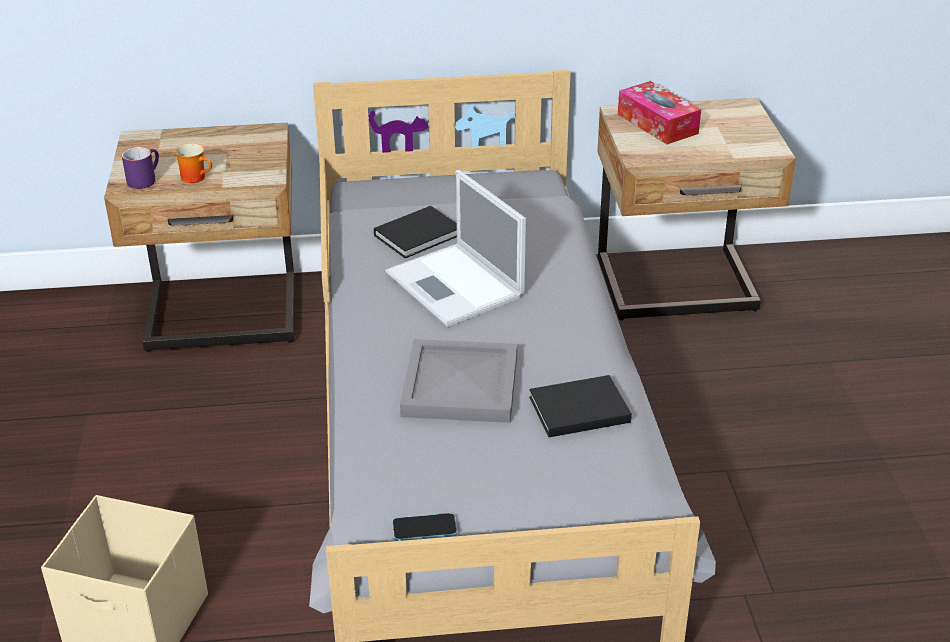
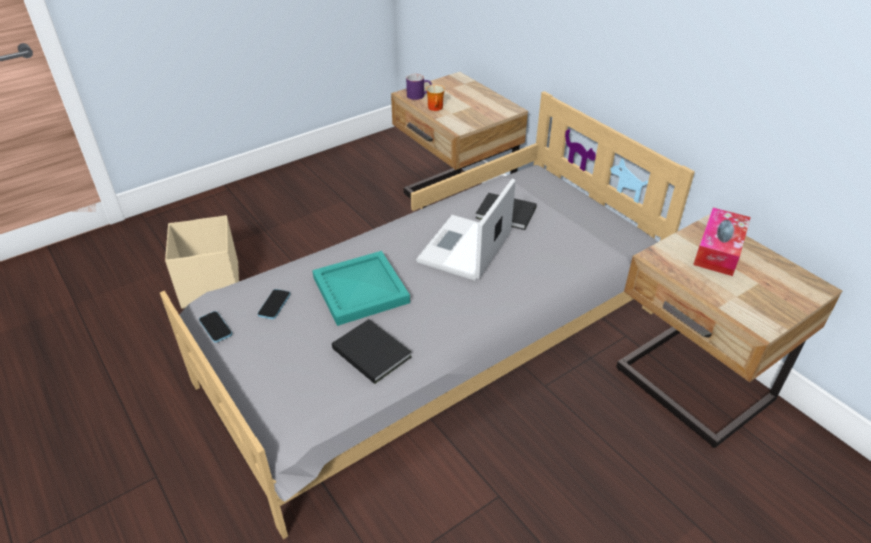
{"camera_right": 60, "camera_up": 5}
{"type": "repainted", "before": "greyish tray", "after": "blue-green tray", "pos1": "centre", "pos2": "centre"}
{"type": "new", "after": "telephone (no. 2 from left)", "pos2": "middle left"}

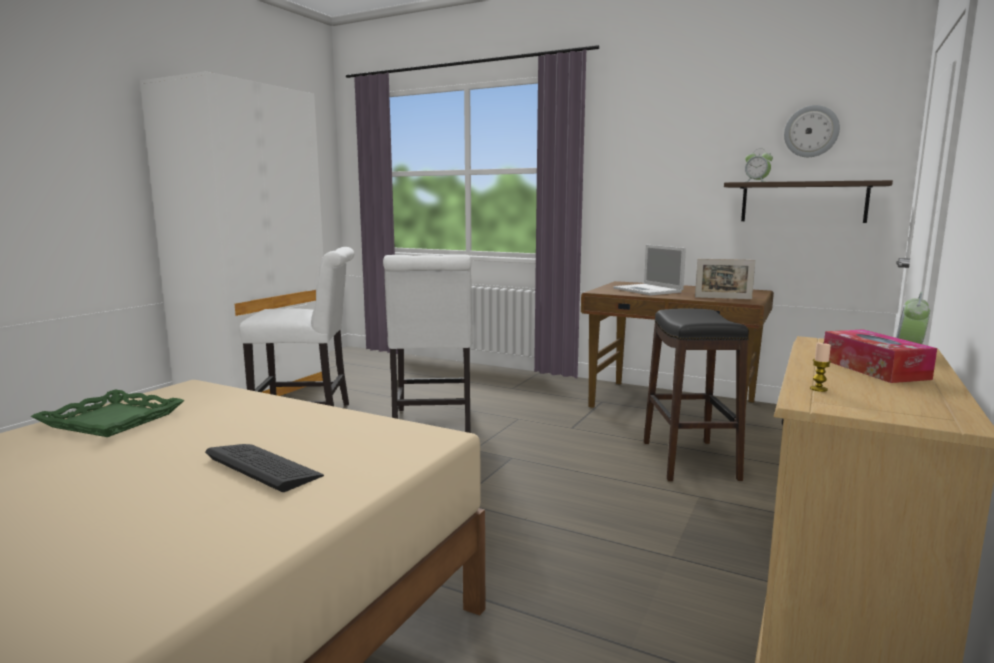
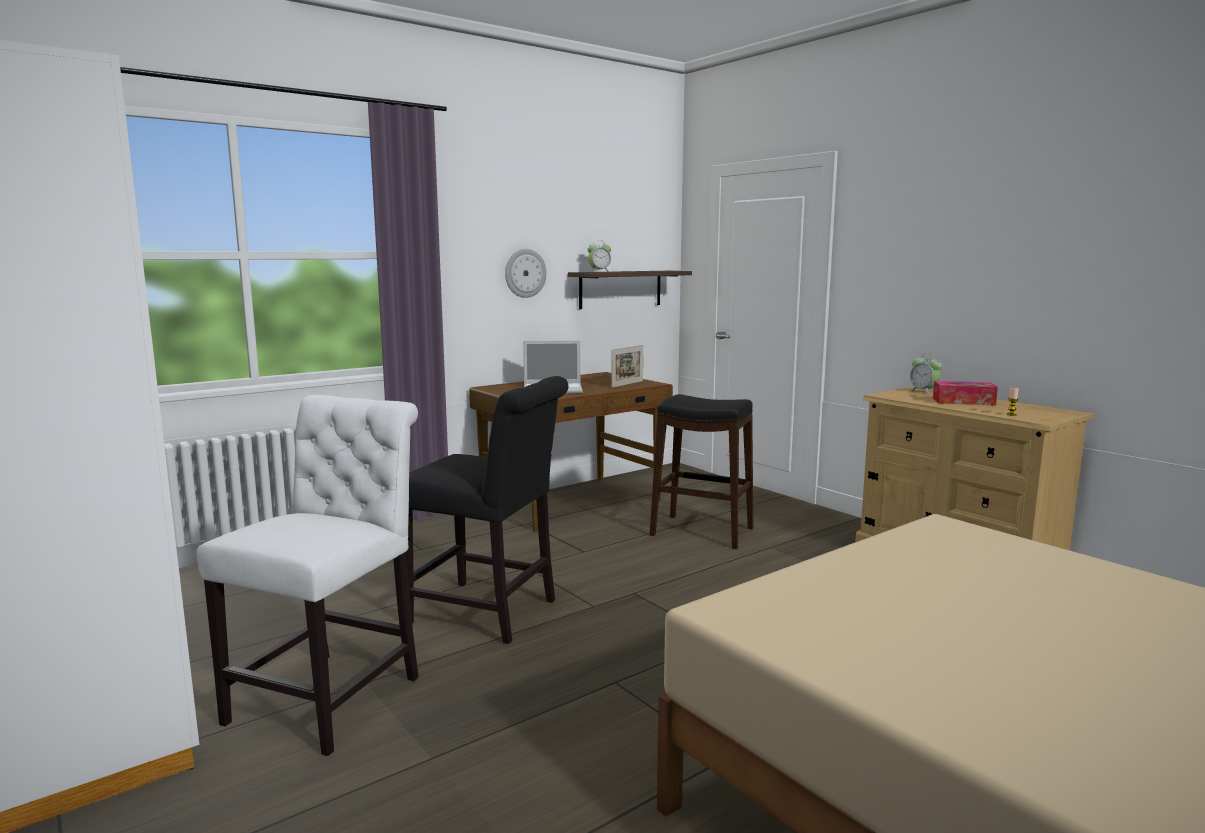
{"camera_right": -65, "camera_up": 0}
{"type": "shifted", "before": "hanging clock", "pos1": "top right", "pos2": "top centre"}
{"type": "repainted", "before": "white-coloured upright chair (no. 2 from left)", "after": "black upright chair", "pos1": "centre", "pos2": "centre"}
{"type": "gone", "before": "greenish tray", "pos1": "middle left"}
{"type": "gone", "before": "PC keyboard", "pos1": "bottom left"}

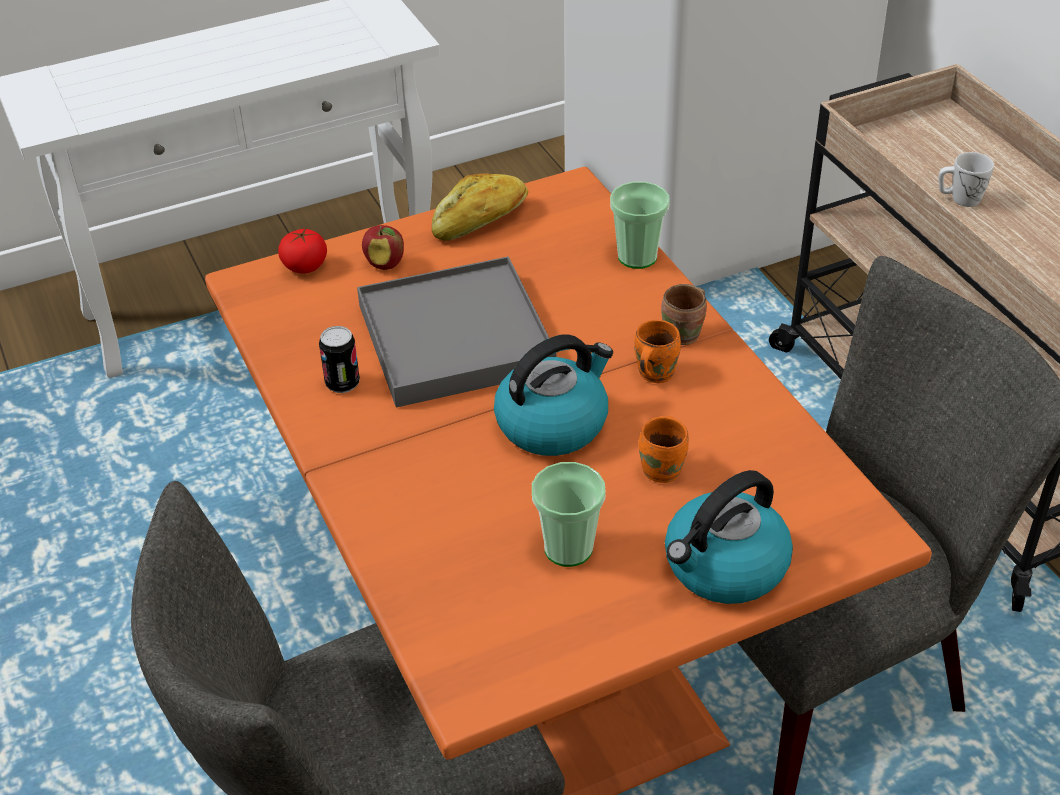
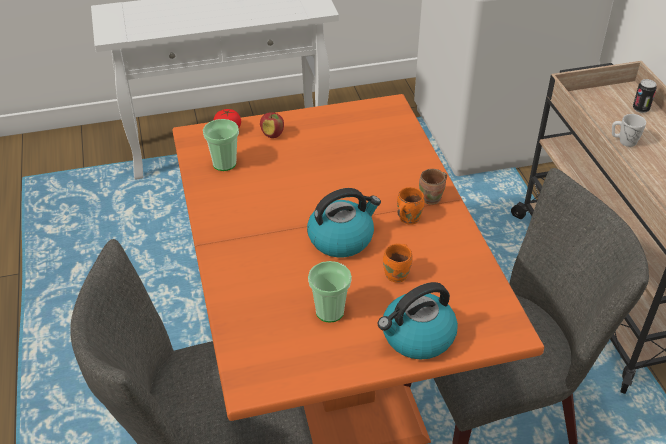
{"camera_right": 10, "camera_up": 0}
{"type": "gone", "before": "baked bread", "pos1": "top centre"}
{"type": "shifted", "before": "small cup (no. 2 from left in the first image)", "after": "small cup (no. 1 from left)", "pos1": "top centre", "pos2": "top left"}
{"type": "gone", "before": "greyish tray", "pos1": "centre"}
{"type": "shifted", "before": "can", "pos1": "middle left", "pos2": "top right"}

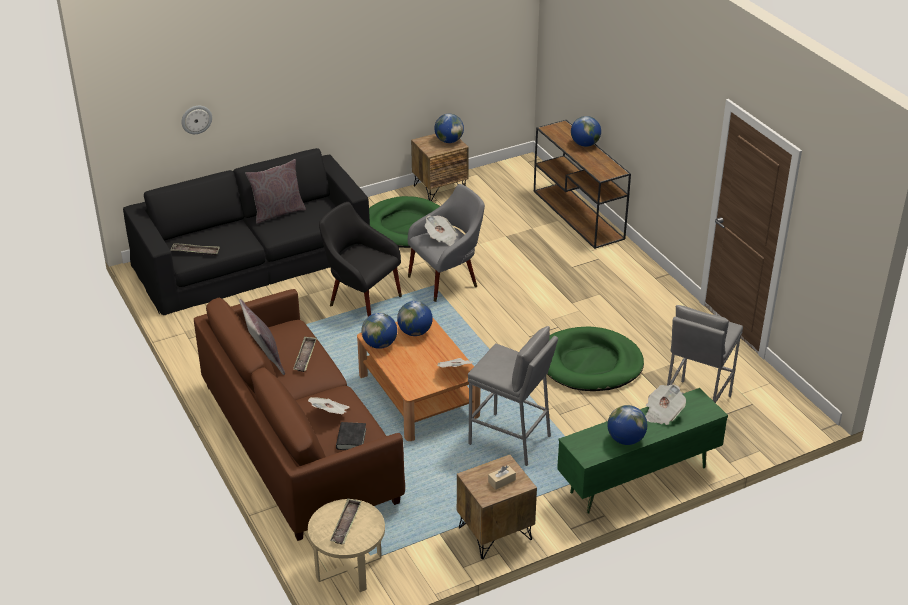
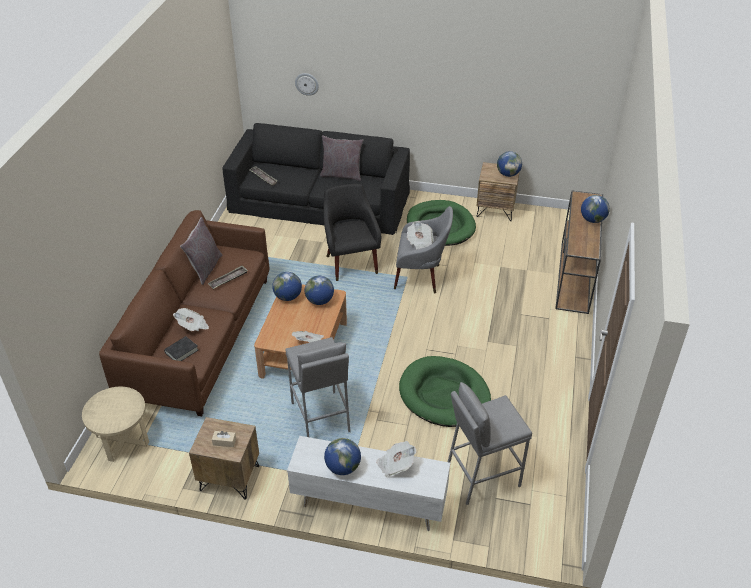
{"camera_right": 40, "camera_up": 5}
{"type": "repainted", "before": "greenish tv stand", "after": "white-coloured tv stand", "pos1": "bottom right", "pos2": "bottom centre"}
{"type": "gone", "before": "tray (no. 3 from left)", "pos1": "bottom centre"}

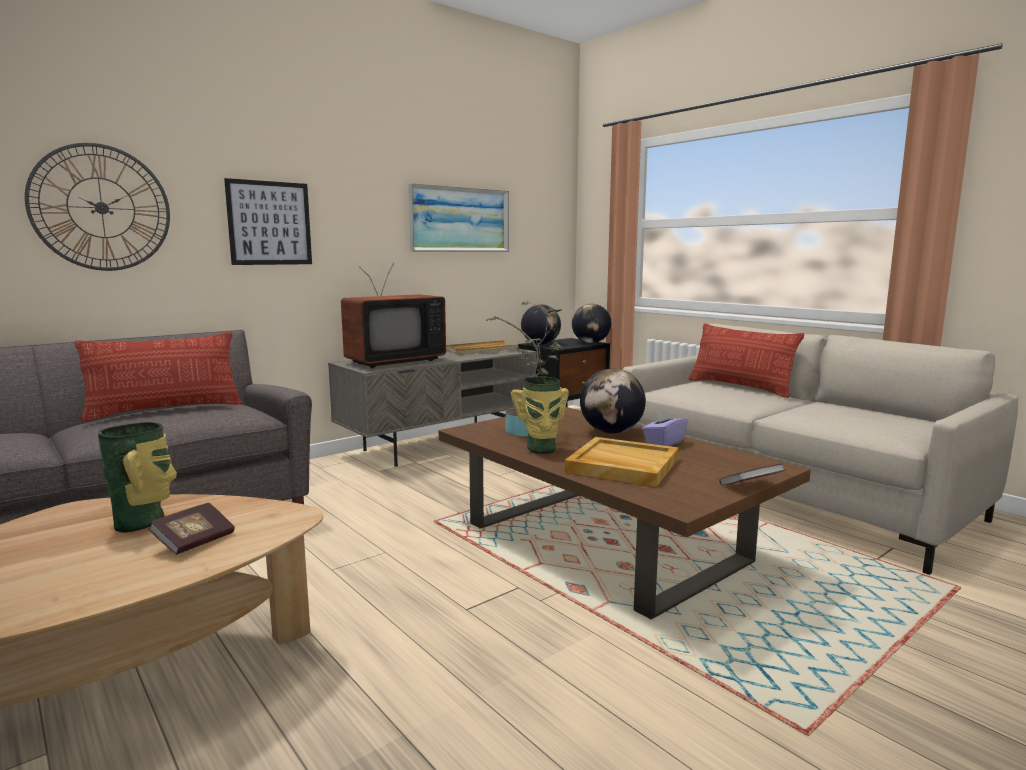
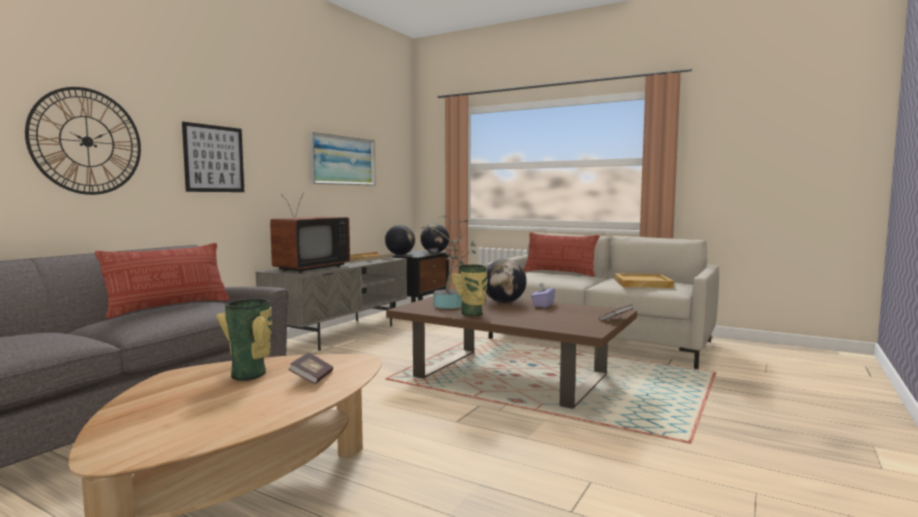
{"camera_right": -20, "camera_up": -5}
{"type": "shifted", "before": "beige-coloured tray (no. 2 from left)", "pos1": "centre", "pos2": "middle right"}

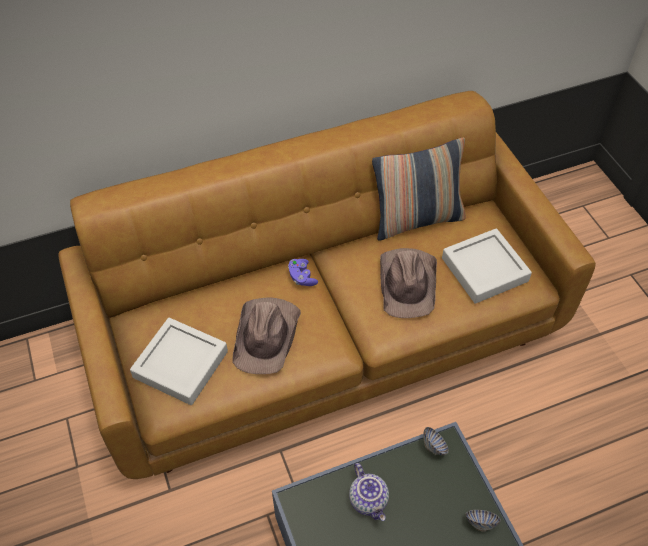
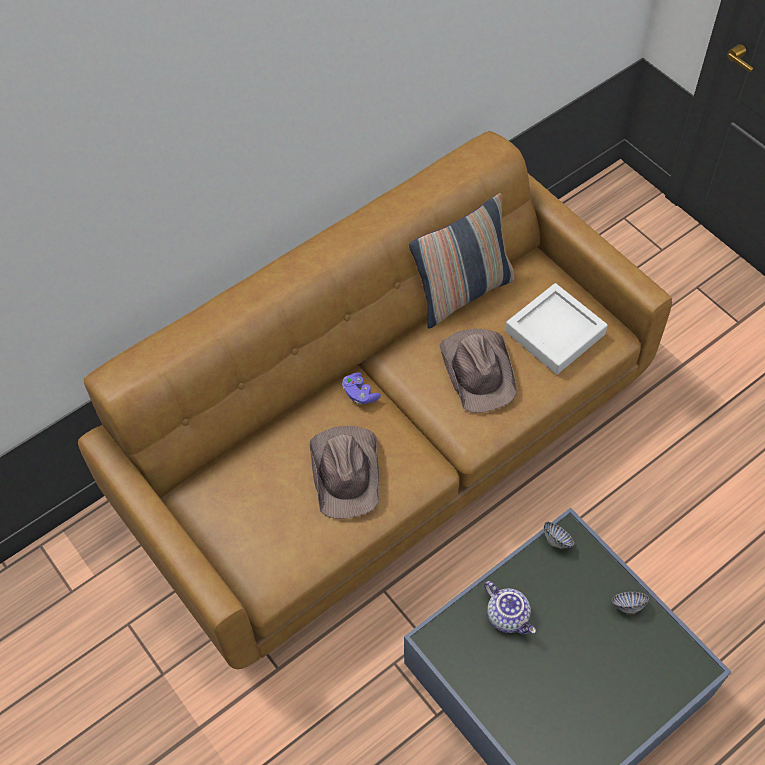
{"camera_right": -15, "camera_up": 5}
{"type": "gone", "before": "greyish tray (no. 1 from left)", "pos1": "middle left"}

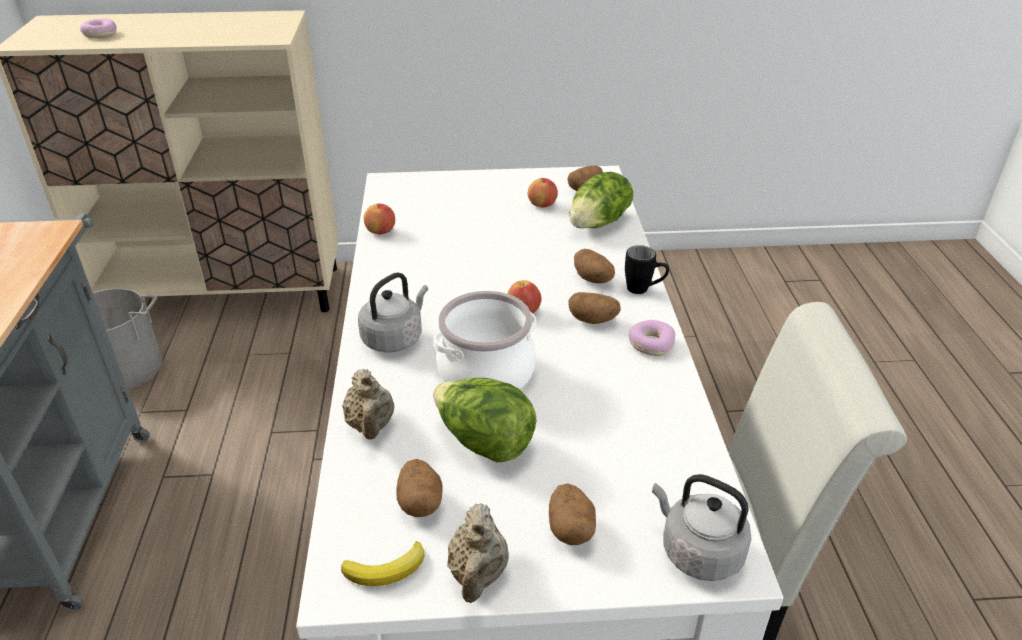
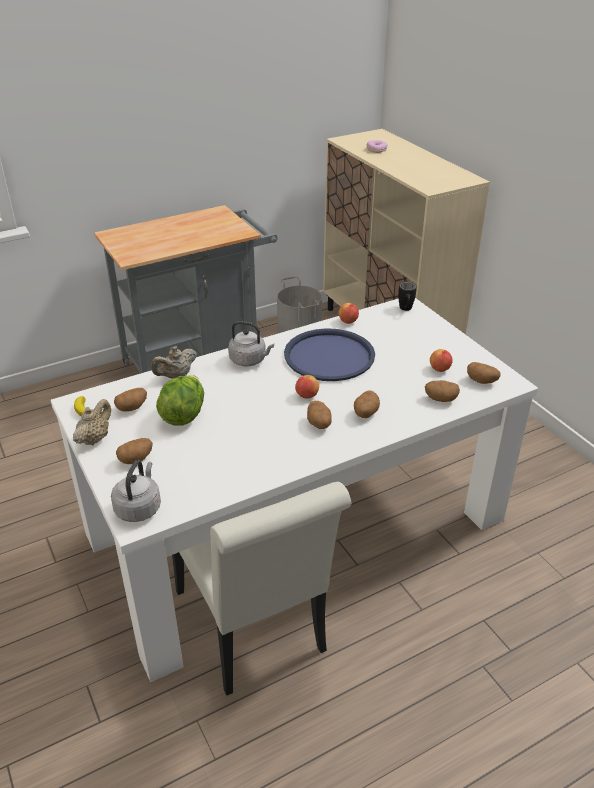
{"camera_right": 65, "camera_up": 0}
{"type": "swapped", "before": "lettuce head (no. 2 from left)", "after": "whole potato (no. 5 from left)", "pos1": "top centre", "pos2": "middle right"}
{"type": "shifted", "before": "black mug", "pos1": "centre", "pos2": "middle right"}
{"type": "gone", "before": "saucepot", "pos1": "centre"}
{"type": "gone", "before": "doughnut (no. 2 from left)", "pos1": "centre"}
{"type": "rotated", "before": "beige-coloured pot for tea (no. 2 from left in the first image)", "pos1": "bottom centre", "pos2": "middle left", "turn": 135}
{"type": "new", "after": "blue tray", "pos2": "centre"}

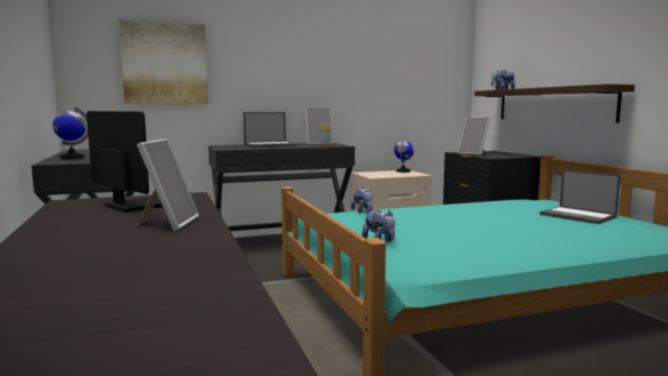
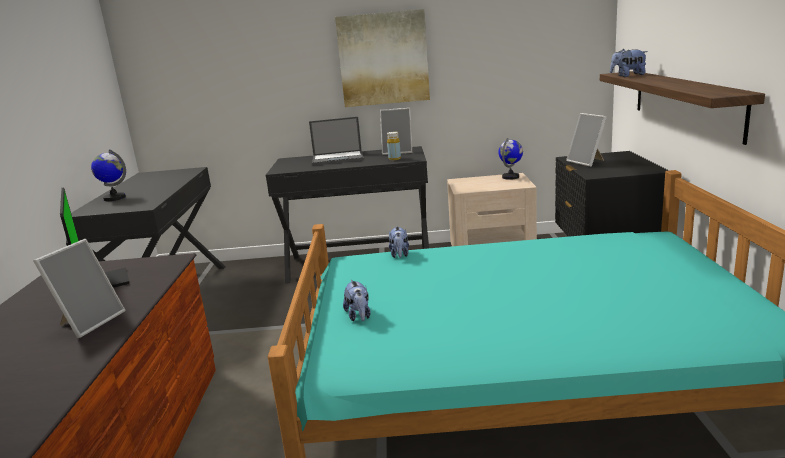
{"camera_right": 20, "camera_up": 10}
{"type": "shifted", "before": "picture", "pos1": "top left", "pos2": "top centre"}
{"type": "gone", "before": "portable computer (no. 2 from left)", "pos1": "middle right"}

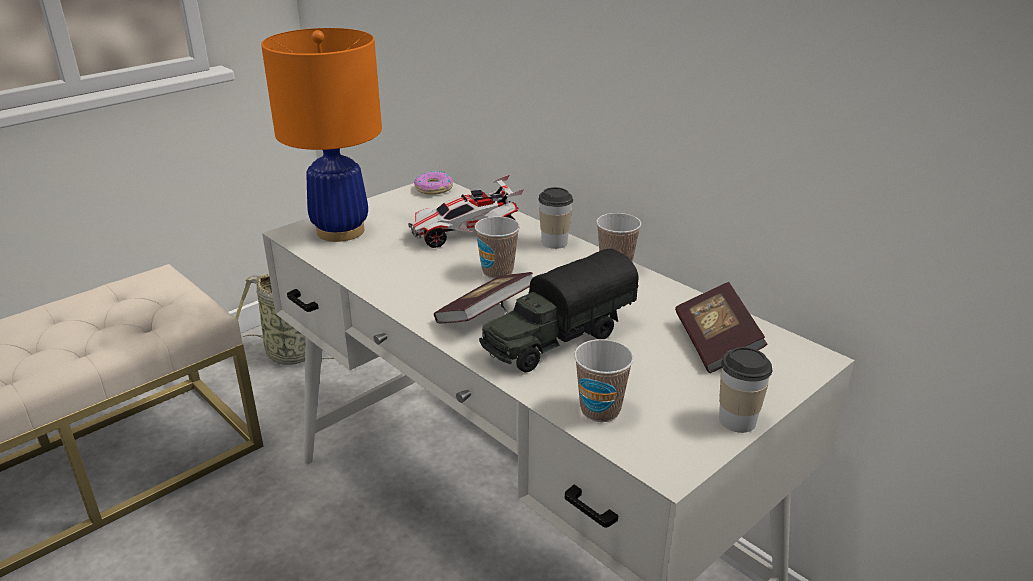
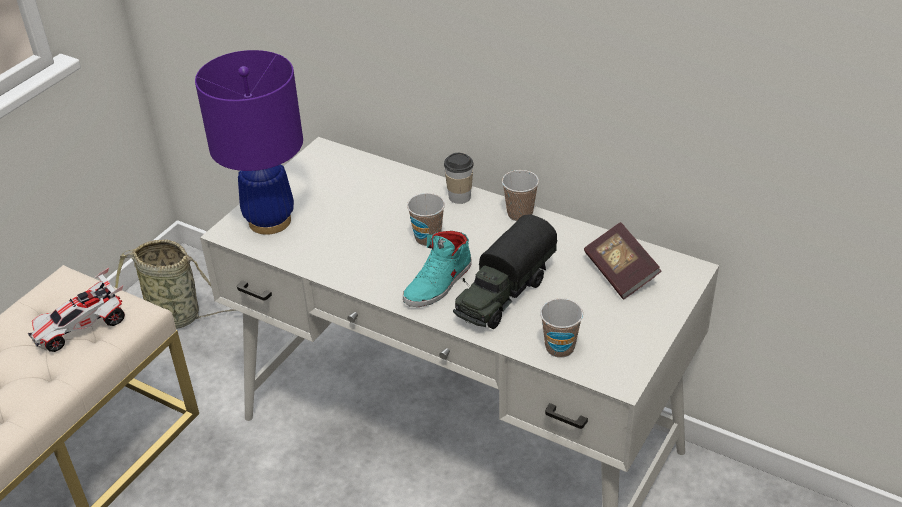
{"camera_right": -15, "camera_up": 10}
{"type": "repainted", "before": "orangey lamp for a table", "after": "purple lamp for a table", "pos1": "top left", "pos2": "top left"}
{"type": "gone", "before": "doughnut", "pos1": "top centre"}
{"type": "shifted", "before": "toy car", "pos1": "centre", "pos2": "middle left"}
{"type": "swapped", "before": "bound book (no. 1 from left)", "after": "blue-green shoe", "pos1": "centre", "pos2": "centre"}
{"type": "gone", "before": "small cup (no. 5 from left)", "pos1": "bottom right"}

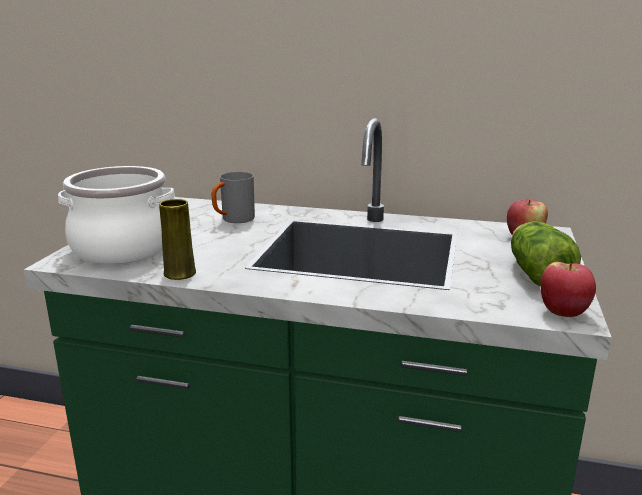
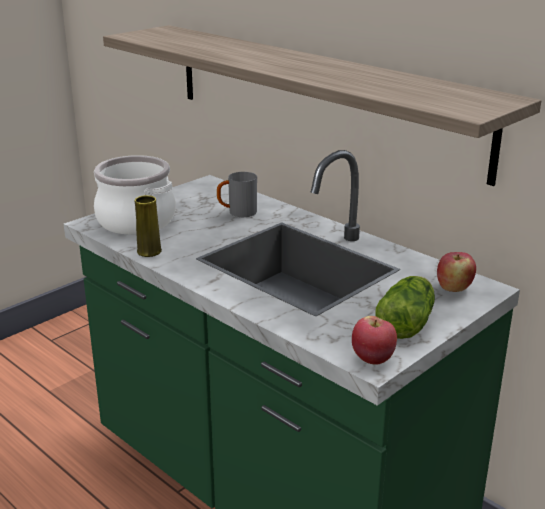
{"camera_right": 30, "camera_up": 5}
{"type": "new", "after": "shelf", "pos2": "top centre"}

